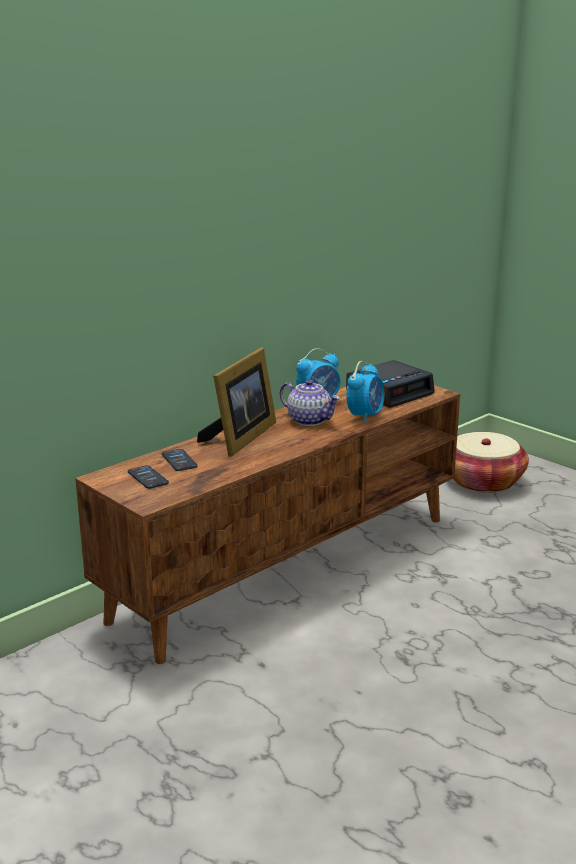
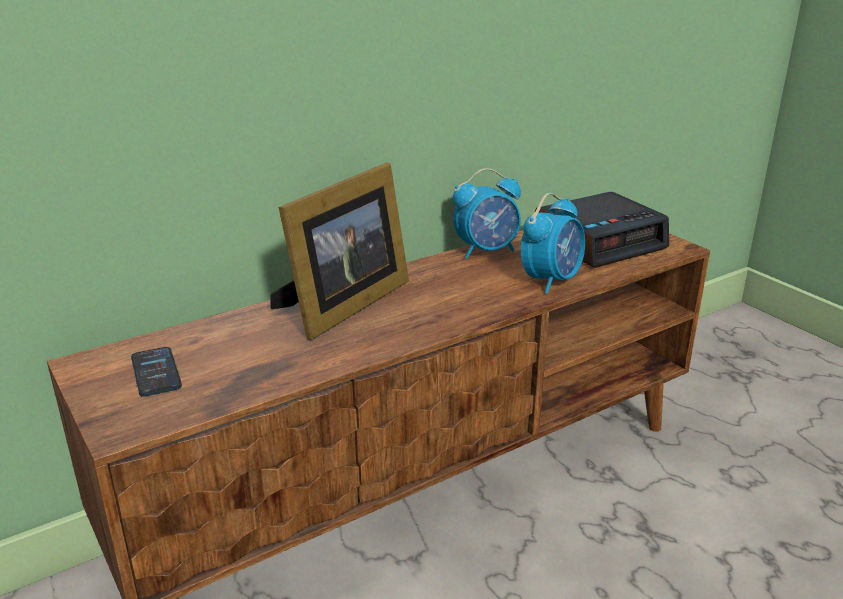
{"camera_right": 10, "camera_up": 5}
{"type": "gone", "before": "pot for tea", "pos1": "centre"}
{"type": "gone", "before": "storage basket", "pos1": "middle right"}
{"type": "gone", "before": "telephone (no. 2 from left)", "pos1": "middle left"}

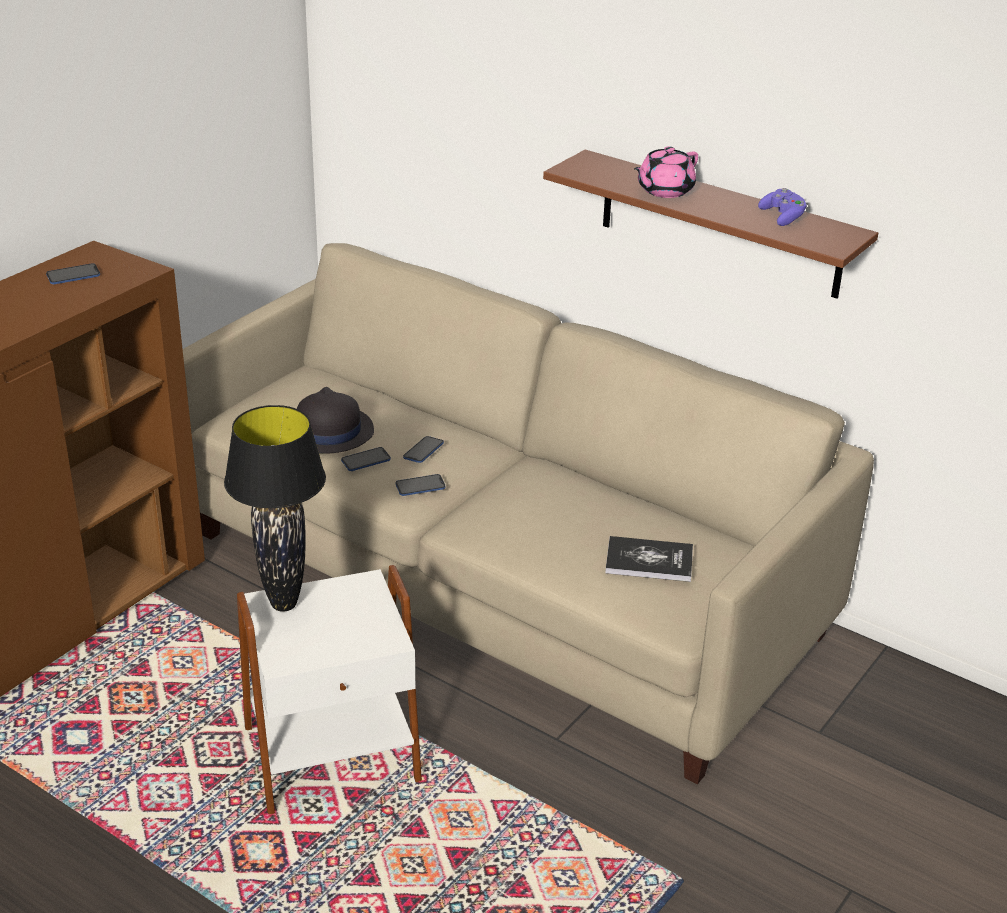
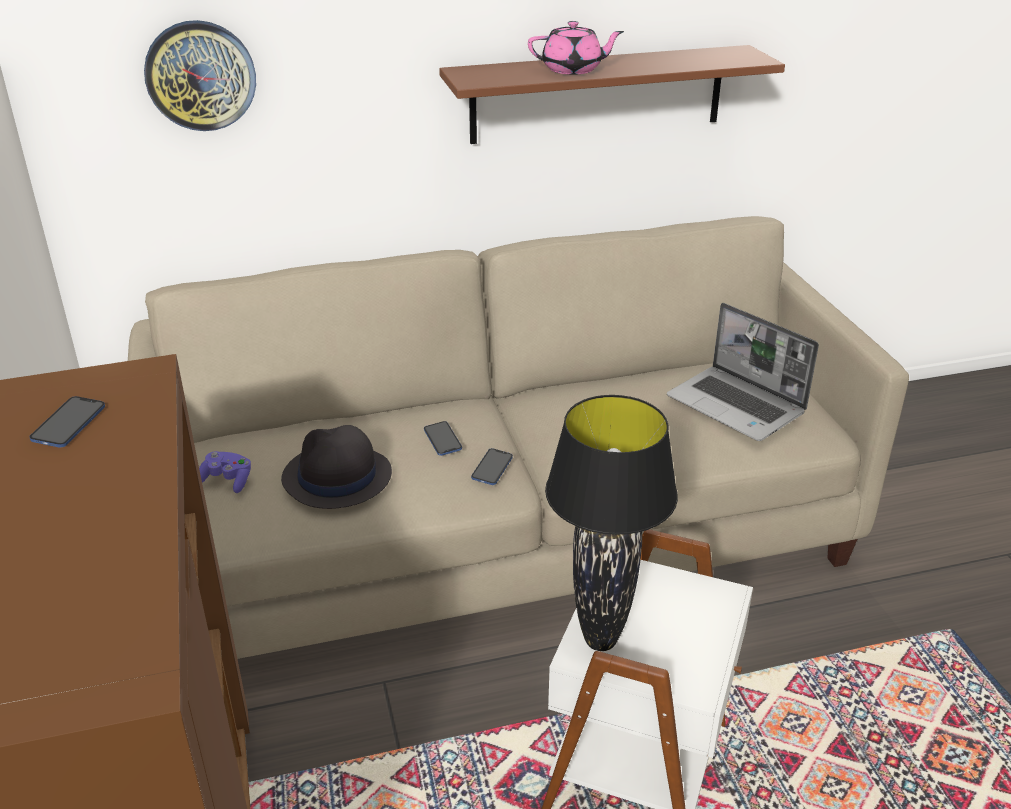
{"camera_right": -50, "camera_up": 0}
{"type": "rotated", "before": "pink-coloured pot for tea", "pos1": "top centre", "pos2": "top centre", "turn": -90}
{"type": "shifted", "before": "purple joypad", "pos1": "top right", "pos2": "middle left"}
{"type": "gone", "before": "telephone (no. 2 from left)", "pos1": "centre"}
{"type": "swapped", "before": "bound book", "after": "portable computer", "pos1": "centre", "pos2": "middle right"}
{"type": "new", "after": "hanging clock", "pos2": "top left"}

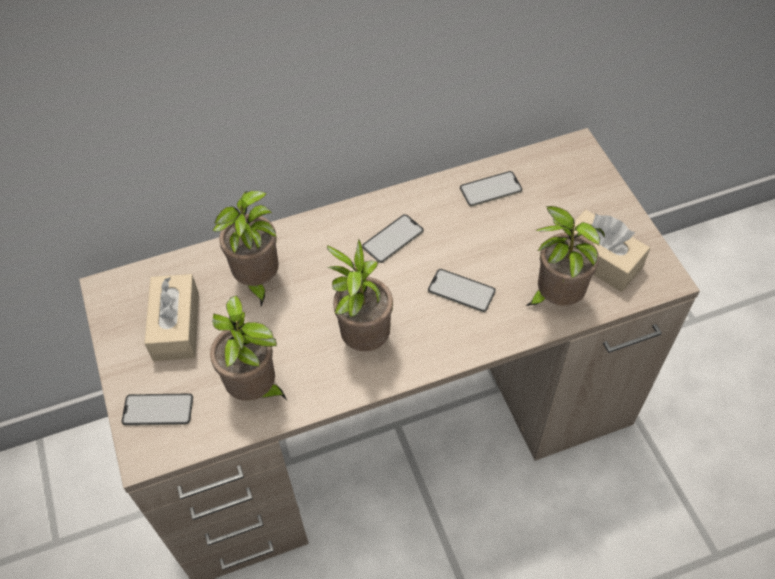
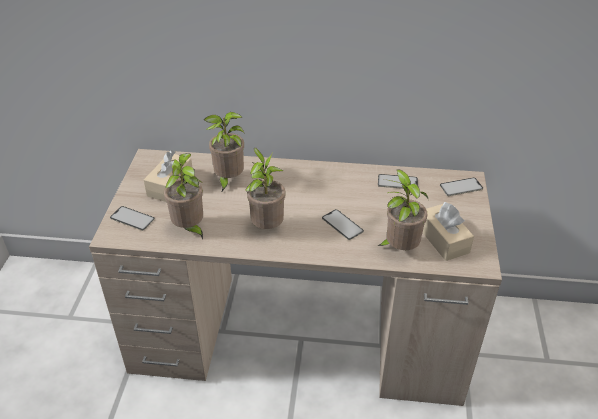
{"camera_right": 25, "camera_up": -15}
{"type": "shifted", "before": "telephone (no. 2 from left in the first image)", "after": "telephone (no. 4 from left)", "pos1": "centre", "pos2": "middle right"}

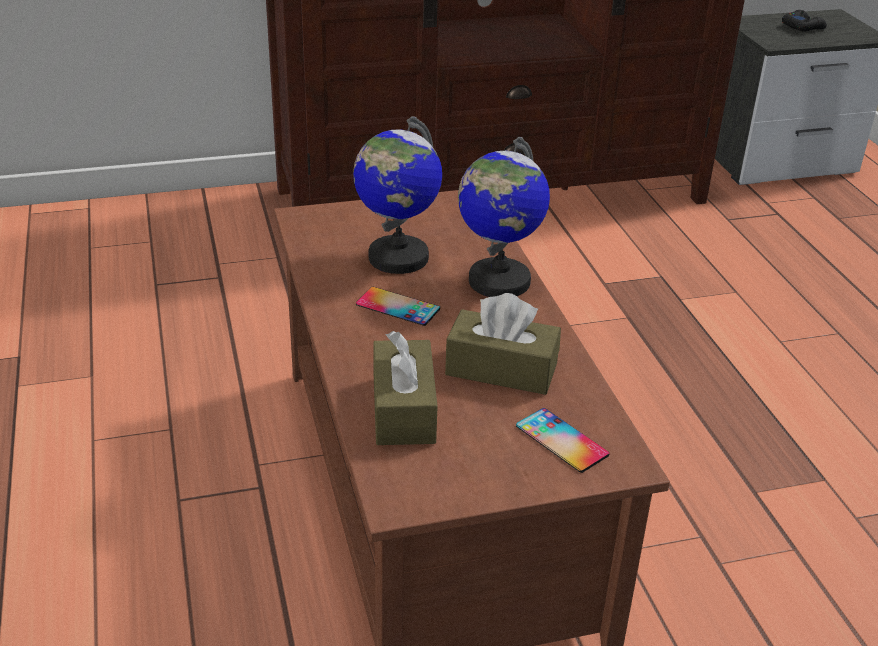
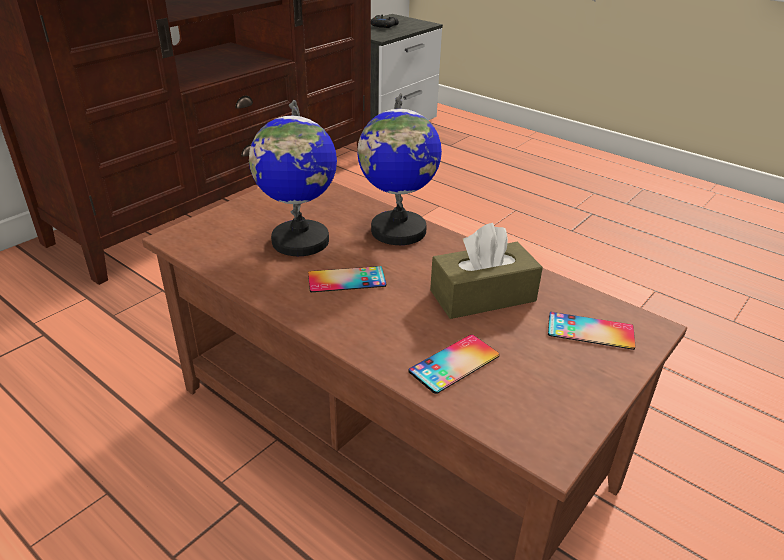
{"camera_right": -35, "camera_up": 0}
{"type": "swapped", "before": "brown-coloured tissue box (no. 1 from left)", "after": "telephone (no. 2 from left)", "pos1": "centre", "pos2": "centre"}

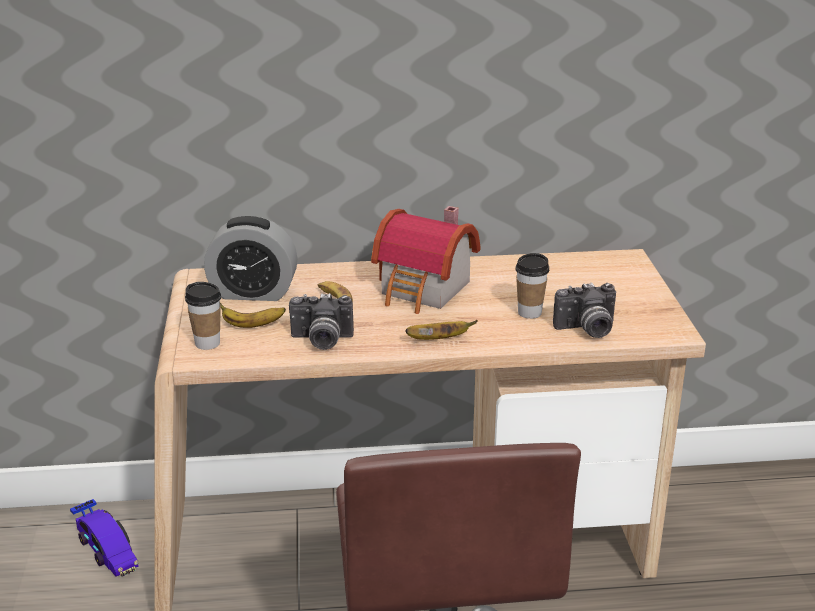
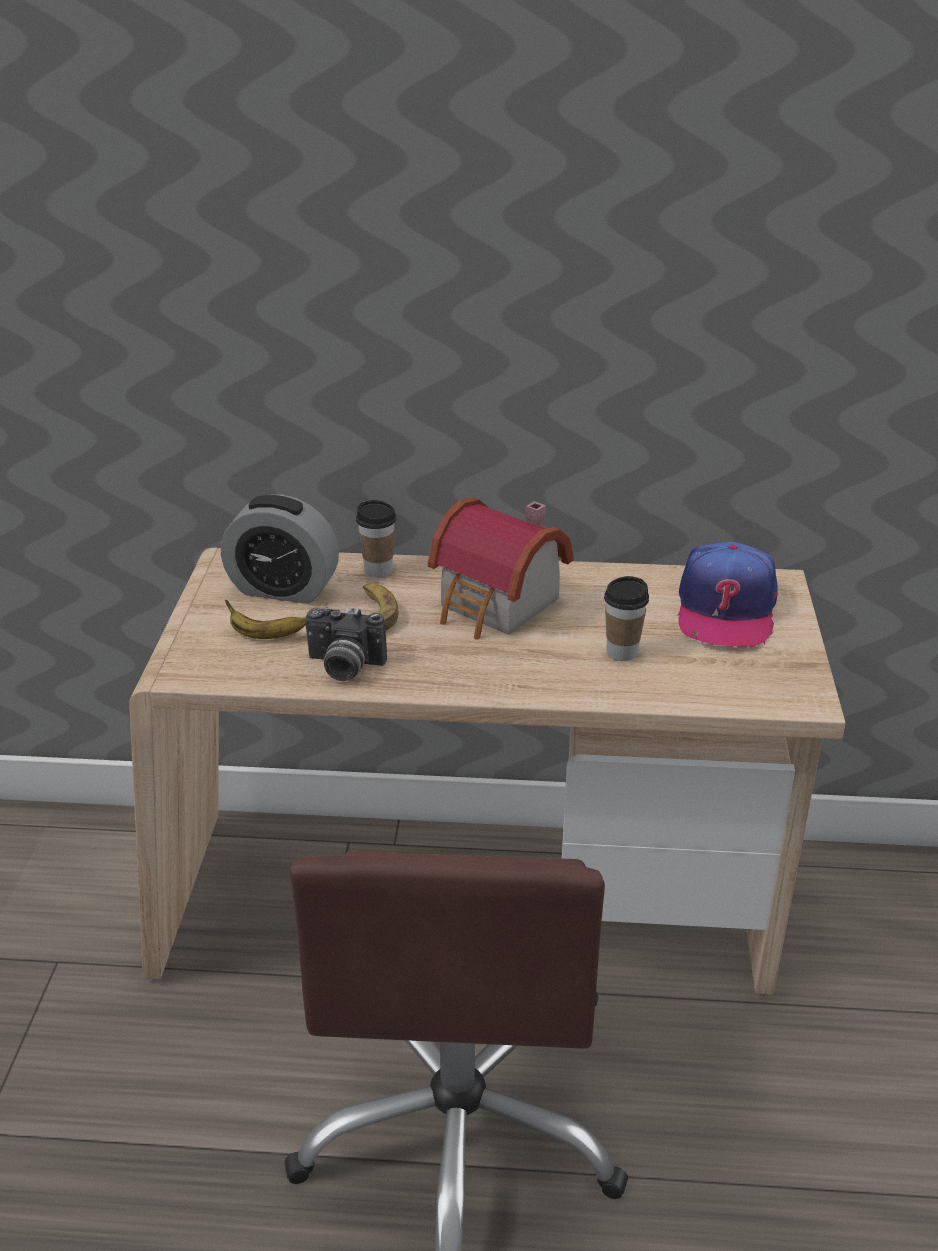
{"camera_right": 10, "camera_up": 5}
{"type": "shifted", "before": "small cup (no. 1 from left)", "pos1": "middle left", "pos2": "centre"}
{"type": "gone", "before": "still camera (no. 2 from left)", "pos1": "middle right"}
{"type": "gone", "before": "banana (no. 3 from left)", "pos1": "centre"}
{"type": "gone", "before": "toy car", "pos1": "bottom left"}
{"type": "new", "after": "cap", "pos2": "middle right"}

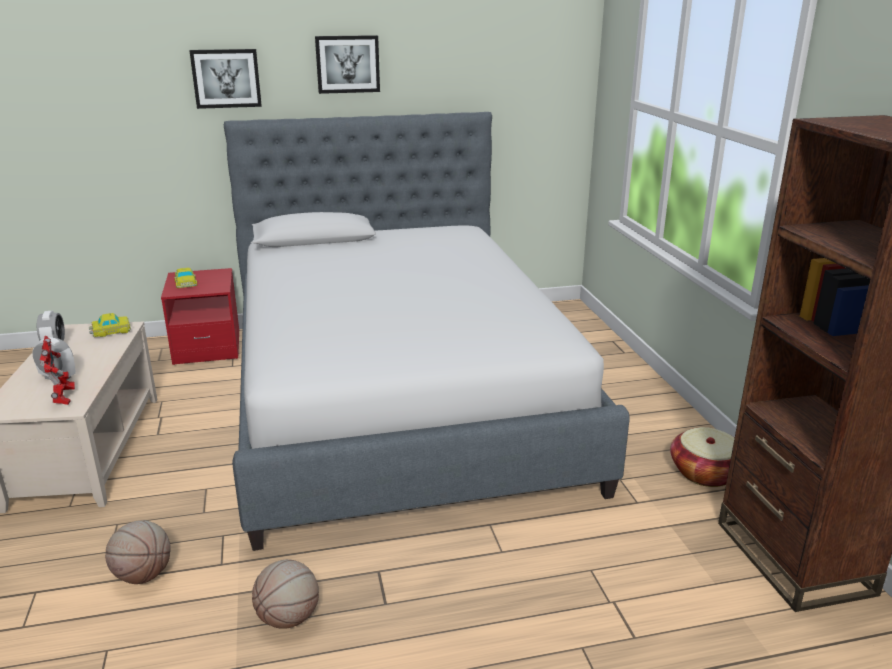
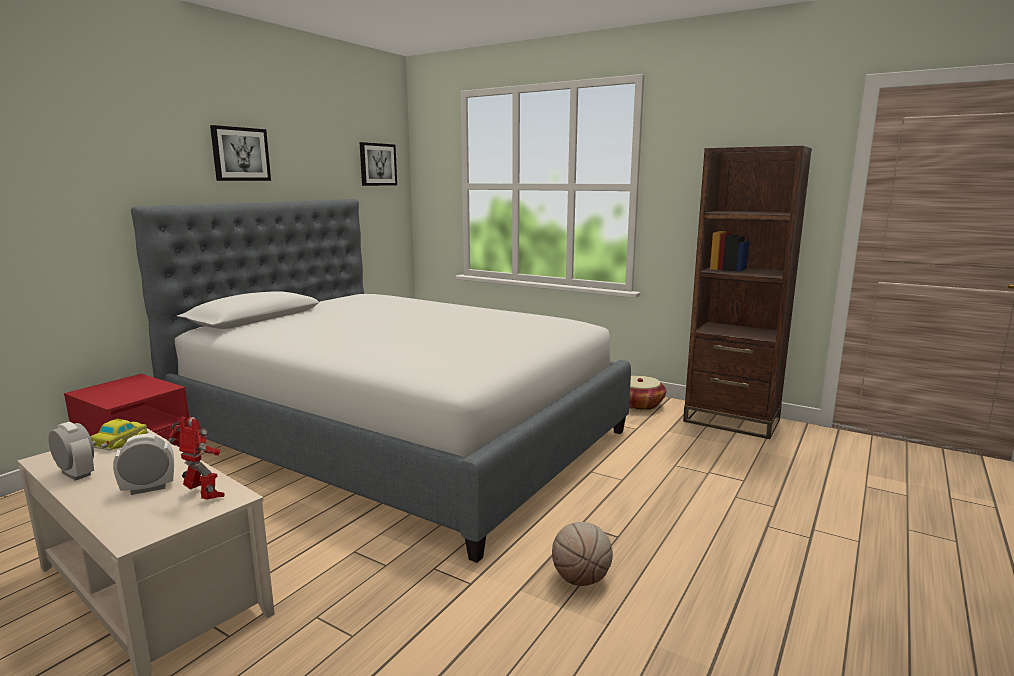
{"camera_right": -45, "camera_up": -10}
{"type": "shifted", "before": "picture (no. 1 from left in the first image)", "after": "picture (no. 2 from left)", "pos1": "top left", "pos2": "top centre"}
{"type": "gone", "before": "toy car (no. 2 from left)", "pos1": "middle left"}
{"type": "gone", "before": "basketball ball (no. 1 from left)", "pos1": "bottom left"}

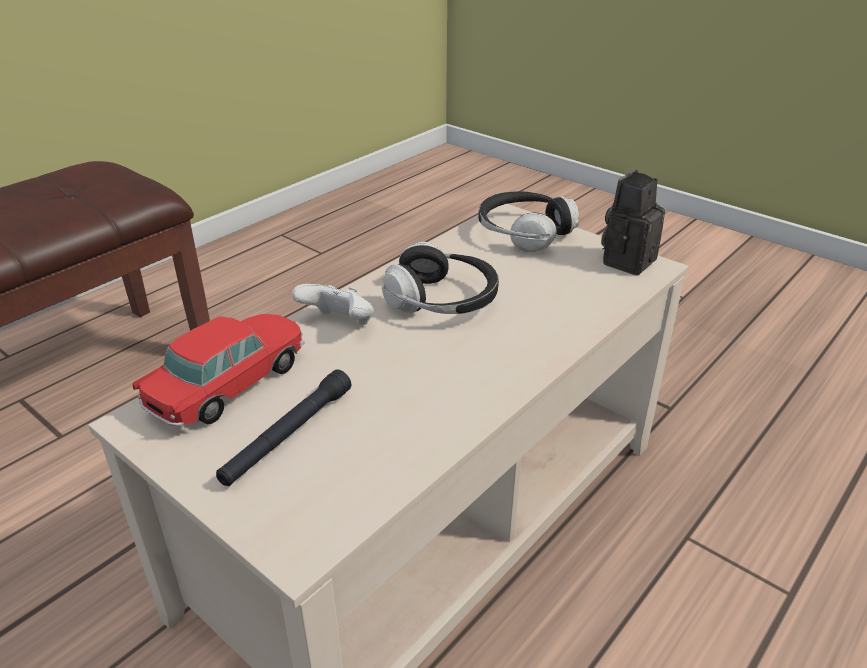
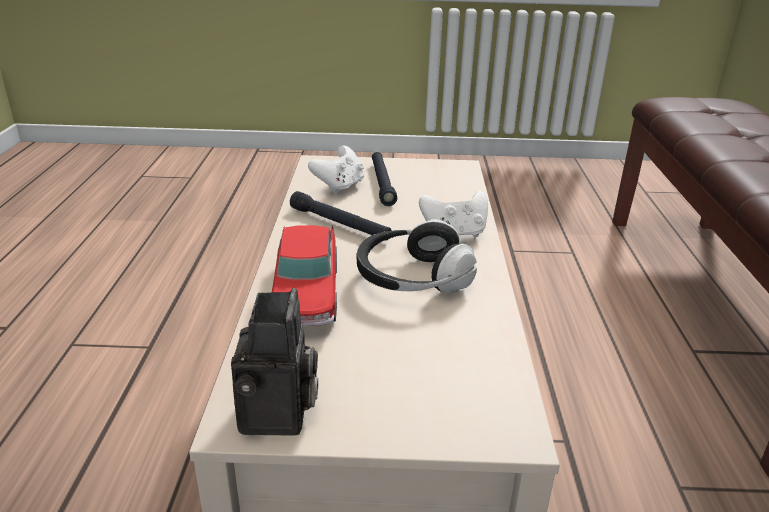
{"camera_right": 140, "camera_up": -5}
{"type": "gone", "before": "headphones (no. 2 from left)", "pos1": "top centre"}
{"type": "shifted", "before": "toy car", "pos1": "middle left", "pos2": "centre"}
{"type": "new", "after": "white-coloured joypad (no. 1 from left)", "pos2": "top centre"}
{"type": "new", "after": "black flashlight (no. 1 from left)", "pos2": "centre"}

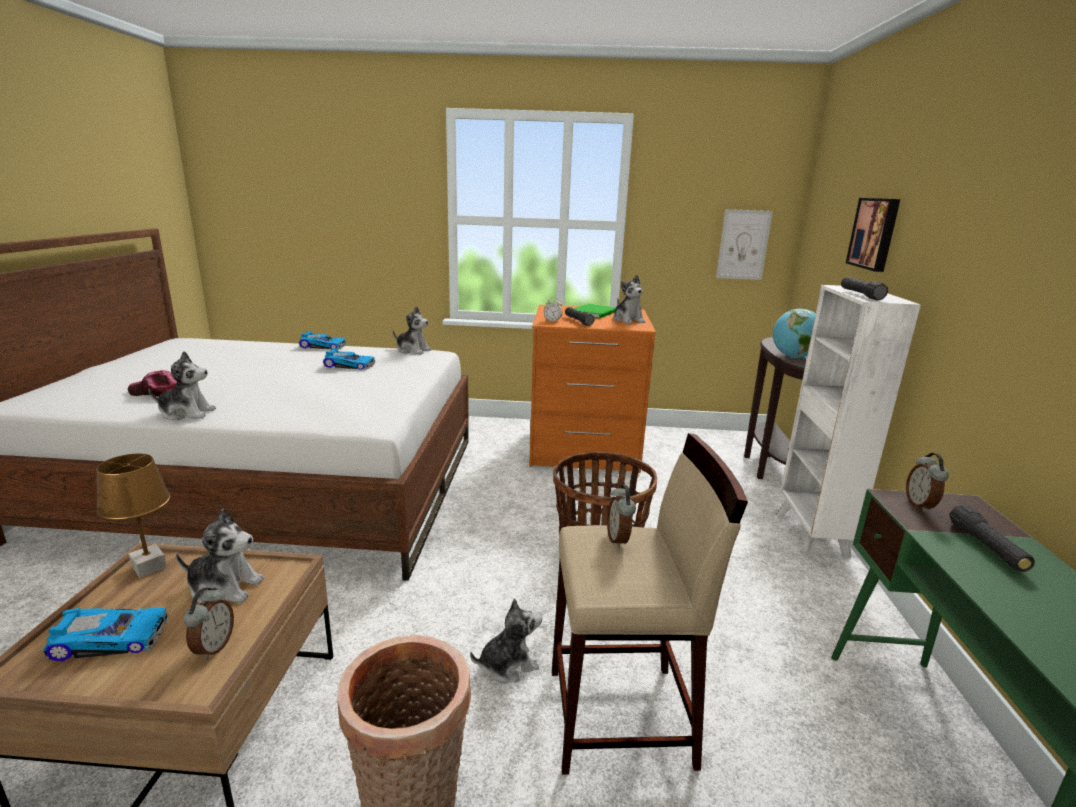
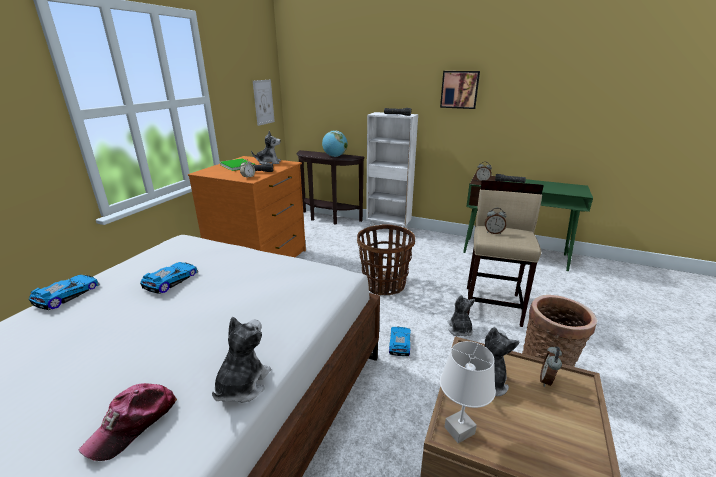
{"camera_right": -70, "camera_up": 5}
{"type": "shifted", "before": "picture (no. 2 from left)", "pos1": "top right", "pos2": "top centre"}
{"type": "gone", "before": "cuddly toy (no. 3 from left)", "pos1": "centre"}
{"type": "repainted", "before": "brown-coloured lamp for a table", "after": "white-coloured lamp for a table", "pos1": "middle left", "pos2": "bottom centre"}
{"type": "rotated", "before": "table clock (no. 1 from left in the first image)", "pos1": "bottom left", "pos2": "bottom right", "turn": -90}
{"type": "shifted", "before": "toy car (no. 1 from left in the first image)", "after": "toy car (no. 3 from left)", "pos1": "bottom left", "pos2": "bottom centre"}

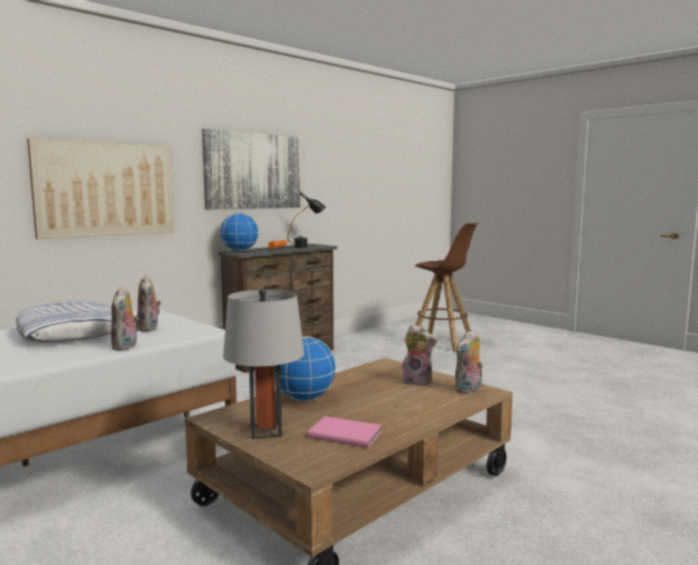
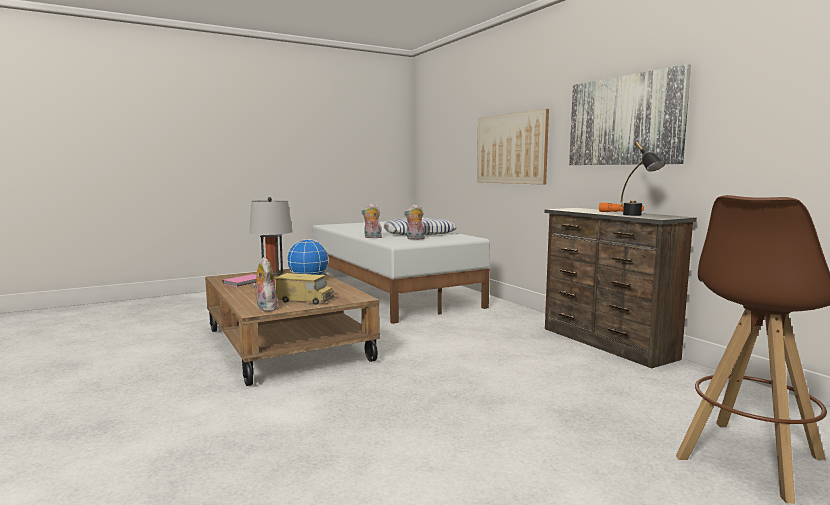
{"camera_right": 105, "camera_up": 0}
{"type": "gone", "before": "desk globe (no. 1 from left)", "pos1": "centre"}
{"type": "swapped", "before": "cuddly toy (no. 3 from left)", "after": "toy lorry", "pos1": "centre", "pos2": "centre"}

